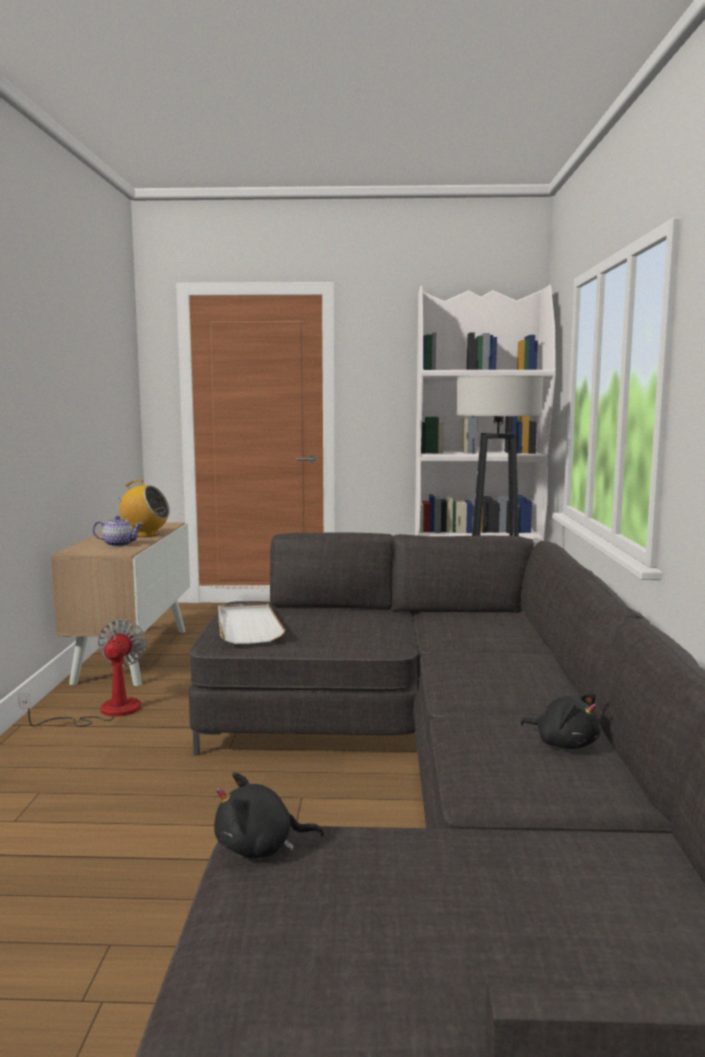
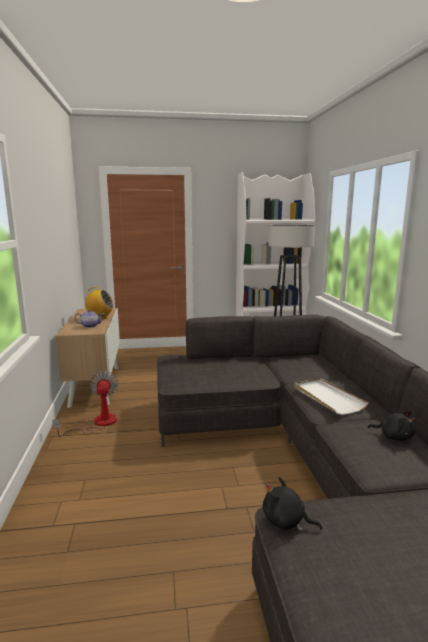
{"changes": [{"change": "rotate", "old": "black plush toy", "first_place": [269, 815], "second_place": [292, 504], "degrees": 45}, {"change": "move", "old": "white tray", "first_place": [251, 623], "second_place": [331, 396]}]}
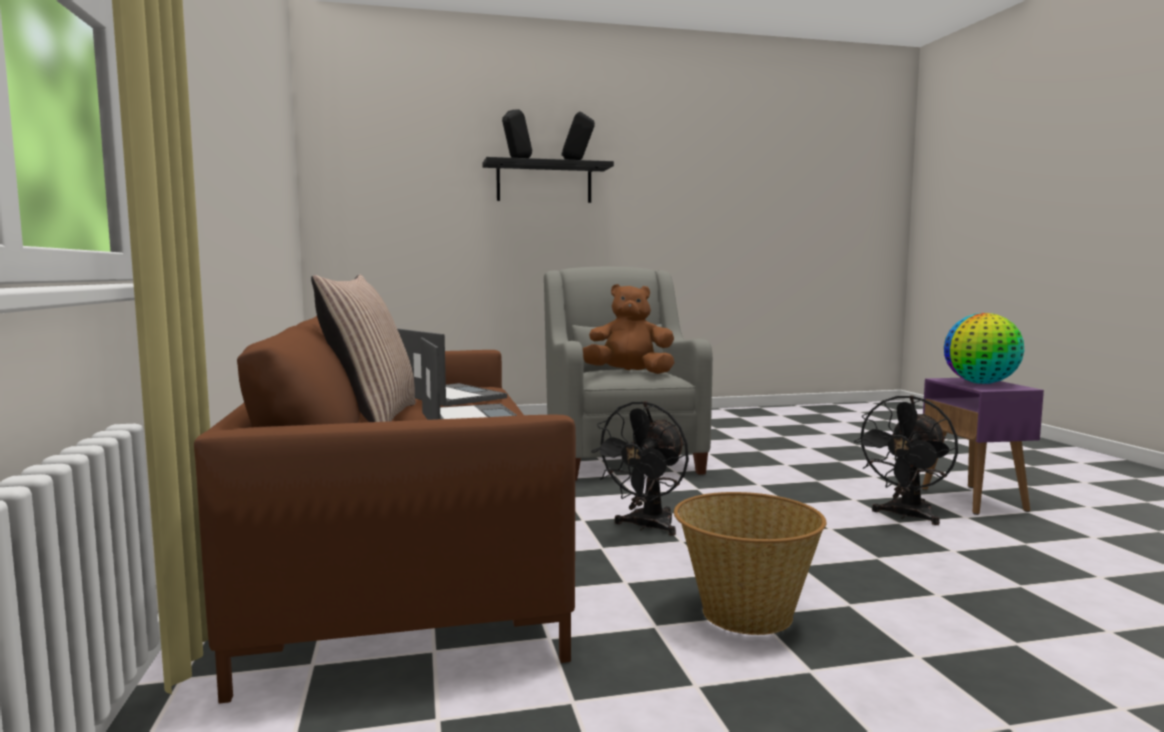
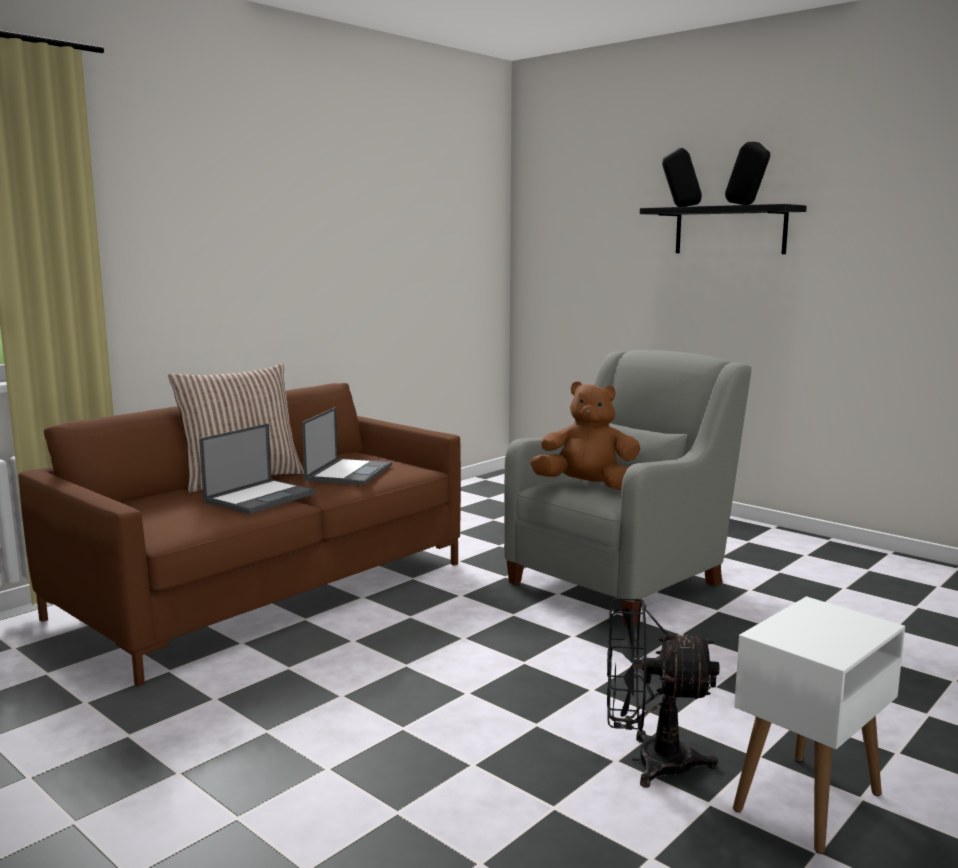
{"changes": [{"change": "rotate", "old": "brown plush toy", "first_place": [629, 329], "second_place": [585, 435], "degrees": -45}, {"change": "recolor", "old": "purple side table", "new": "white side table", "first_place": [983, 446], "second_place": [819, 725]}, {"change": "delete", "old": "black fan", "first_place": [640, 468]}, {"change": "delete", "old": "basket", "first_place": [750, 563]}, {"change": "delete", "old": "globe", "first_place": [984, 348]}]}
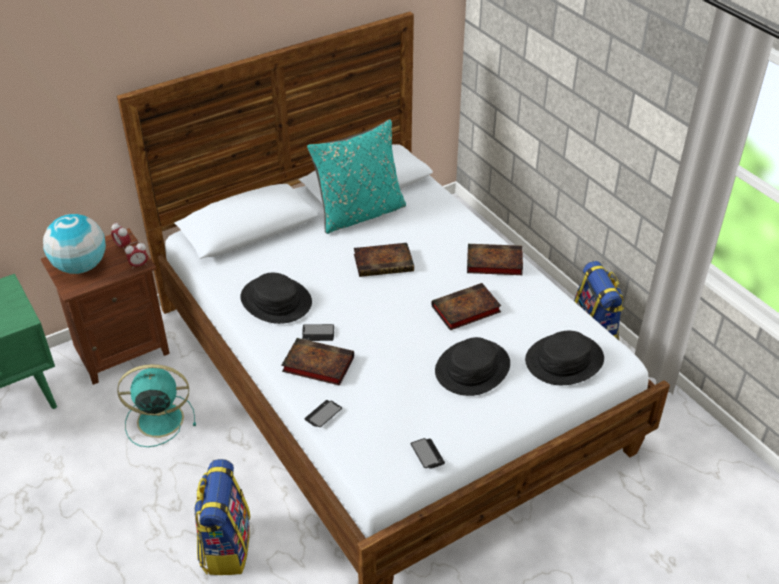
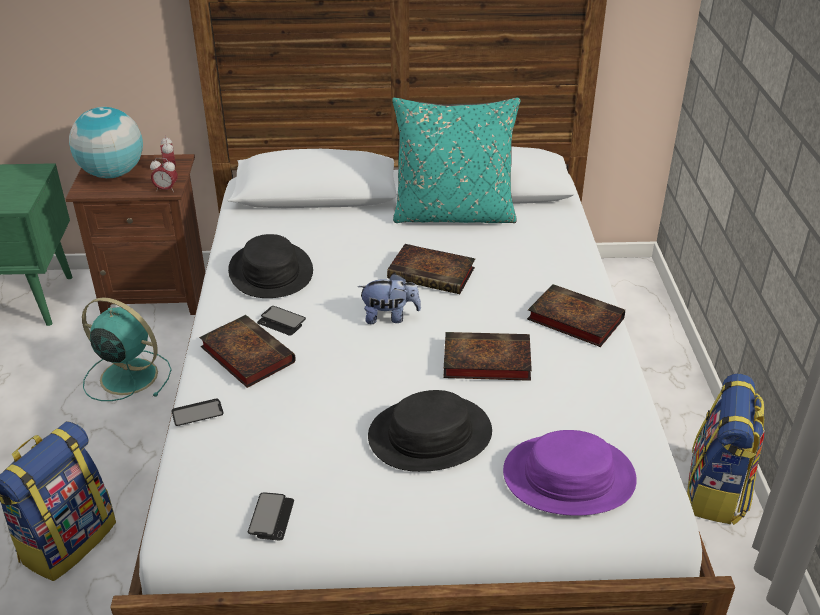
{"changes": [{"change": "insert", "new": "plush toy", "second_place": [389, 298]}, {"change": "recolor", "old": "black hat", "new": "purple hat", "first_place": [564, 358], "second_place": [570, 473]}]}
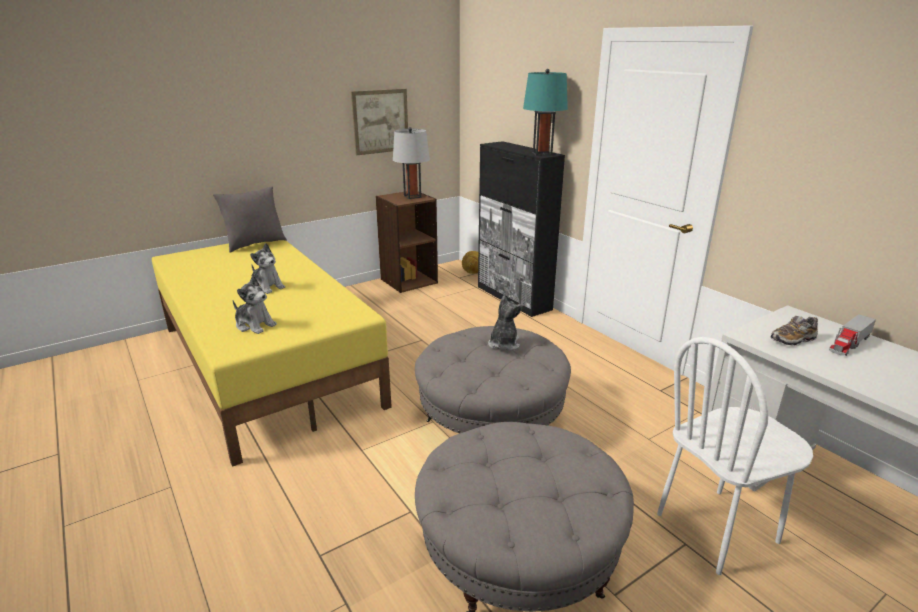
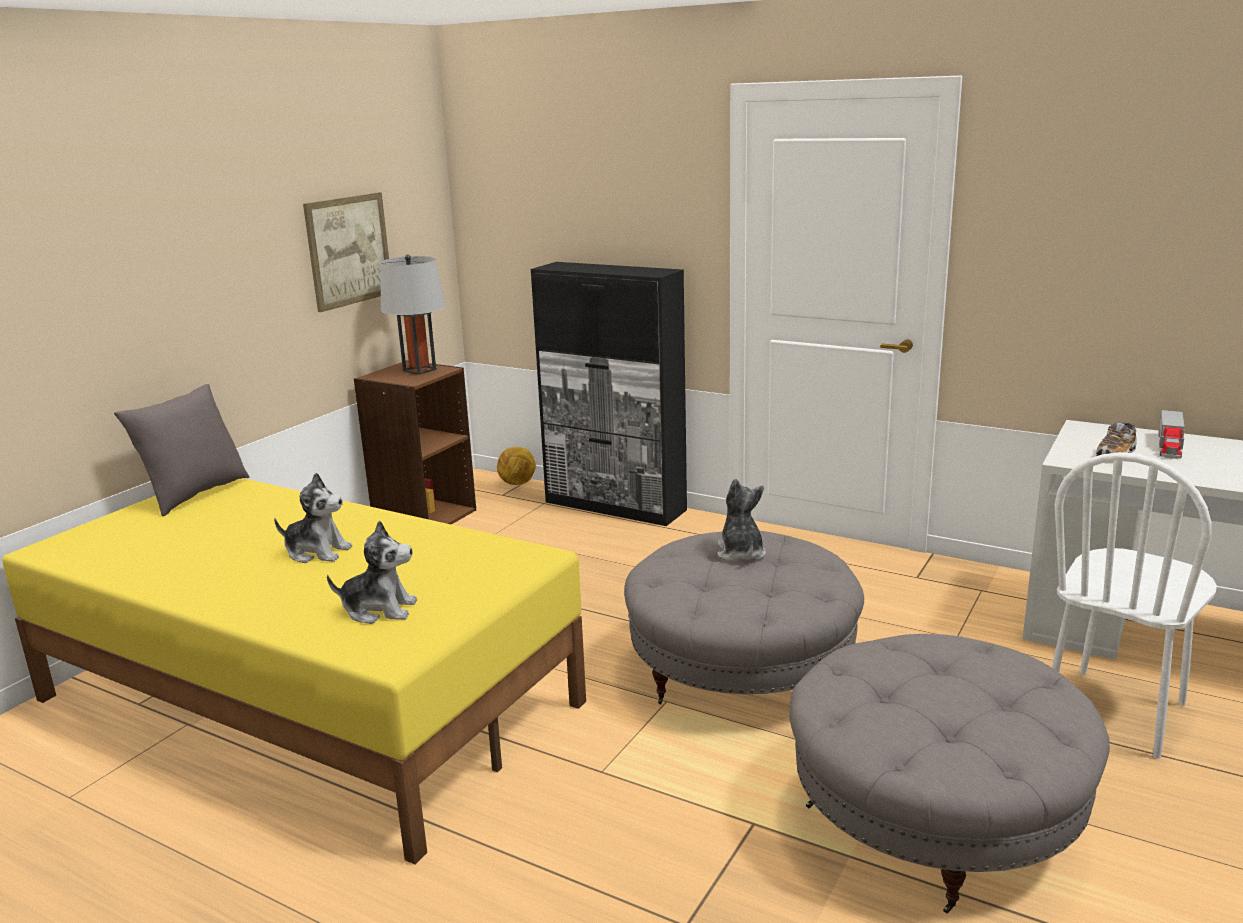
{"changes": [{"change": "delete", "old": "turquoise table lamp", "first_place": [545, 112]}]}
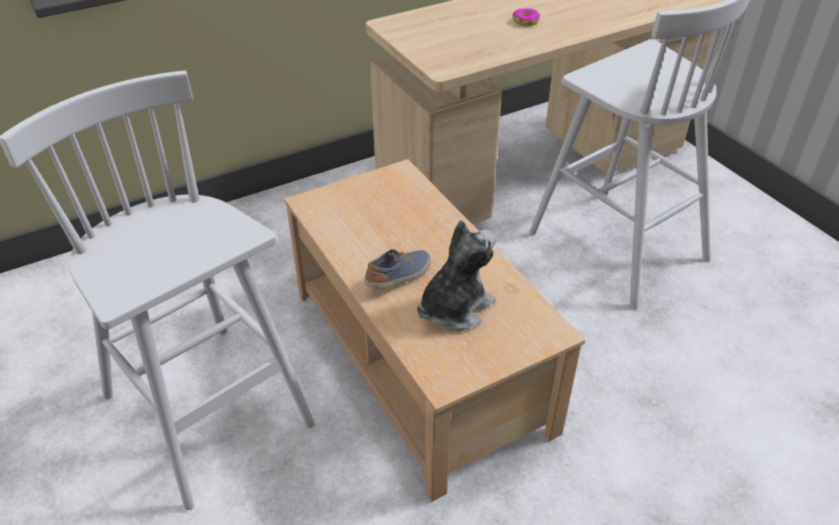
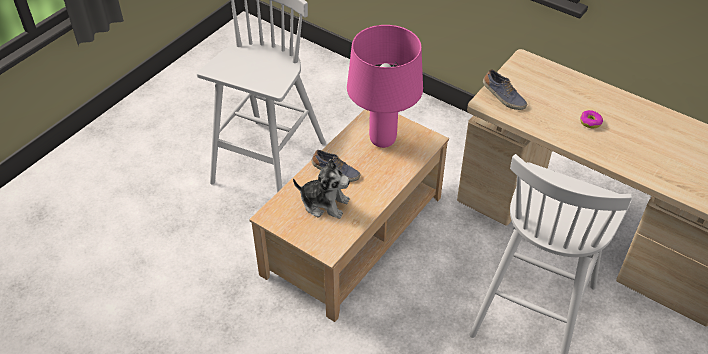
{"changes": [{"change": "insert", "new": "pink table lamp", "second_place": [385, 86]}, {"change": "insert", "new": "shoe", "second_place": [505, 89]}]}
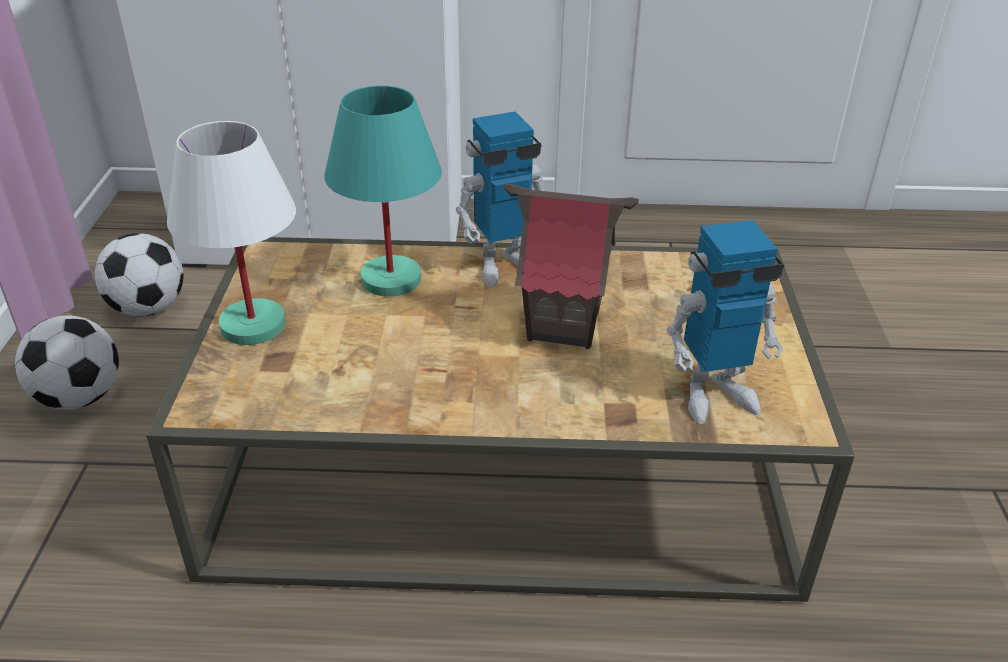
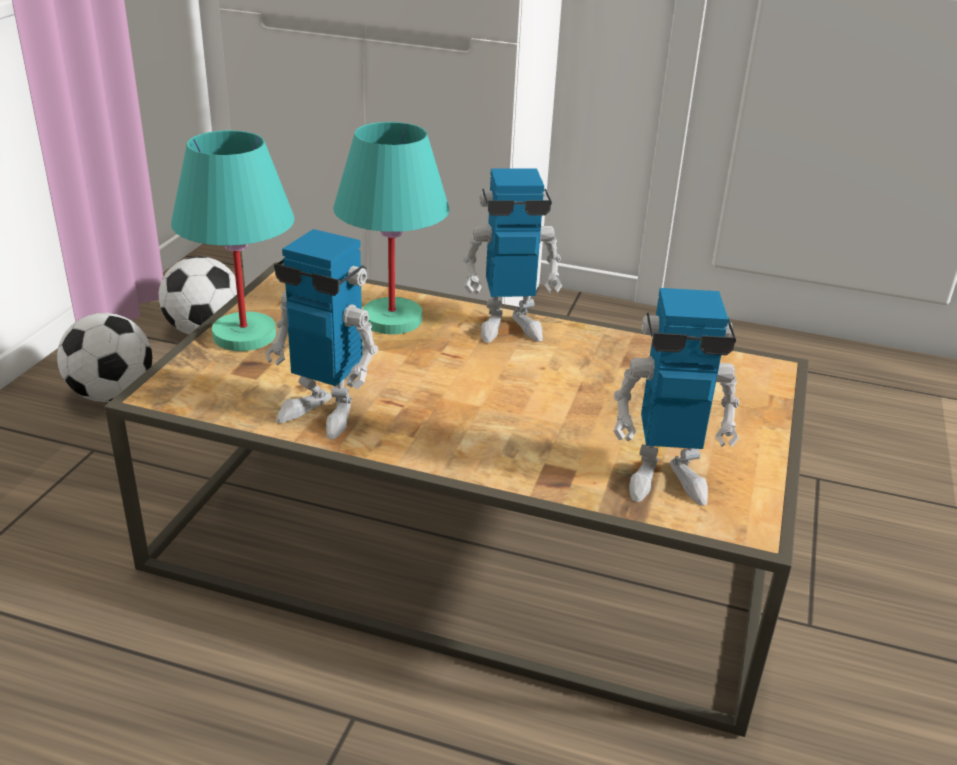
{"changes": [{"change": "recolor", "old": "white table lamp", "new": "turquoise table lamp", "first_place": [231, 233], "second_place": [233, 240]}, {"change": "insert", "new": "toy robot", "second_place": [321, 334]}, {"change": "delete", "old": "toy house", "first_place": [571, 266]}]}
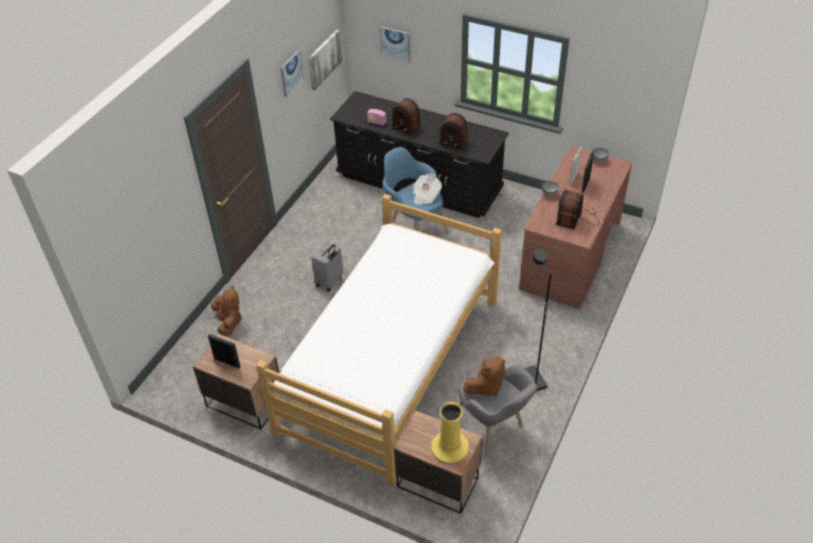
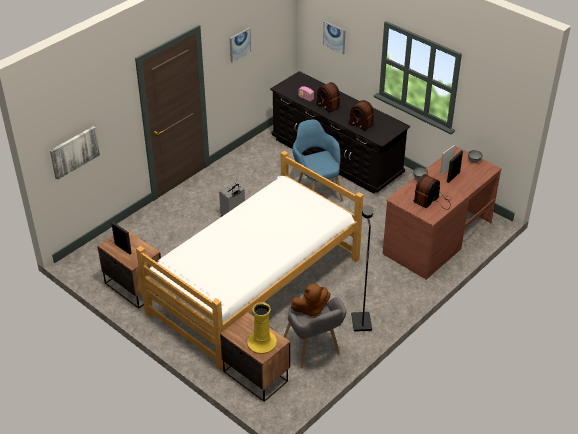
{"changes": [{"change": "move", "old": "picture", "first_place": [325, 59], "second_place": [75, 153]}, {"change": "delete", "old": "brown plush toy", "first_place": [226, 311]}, {"change": "delete", "old": "newspaper", "first_place": [427, 188]}]}
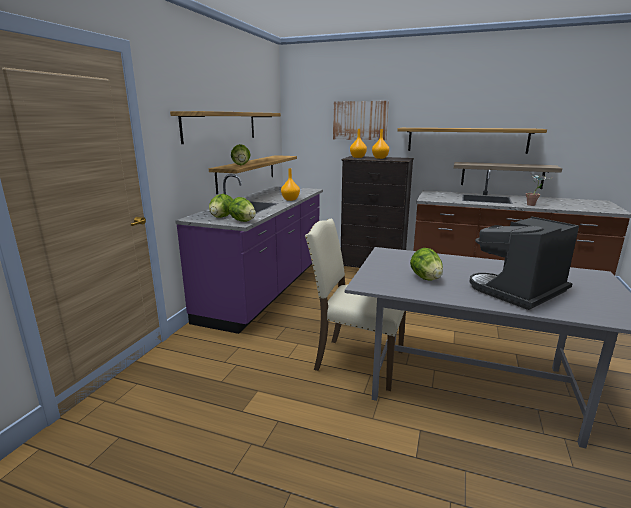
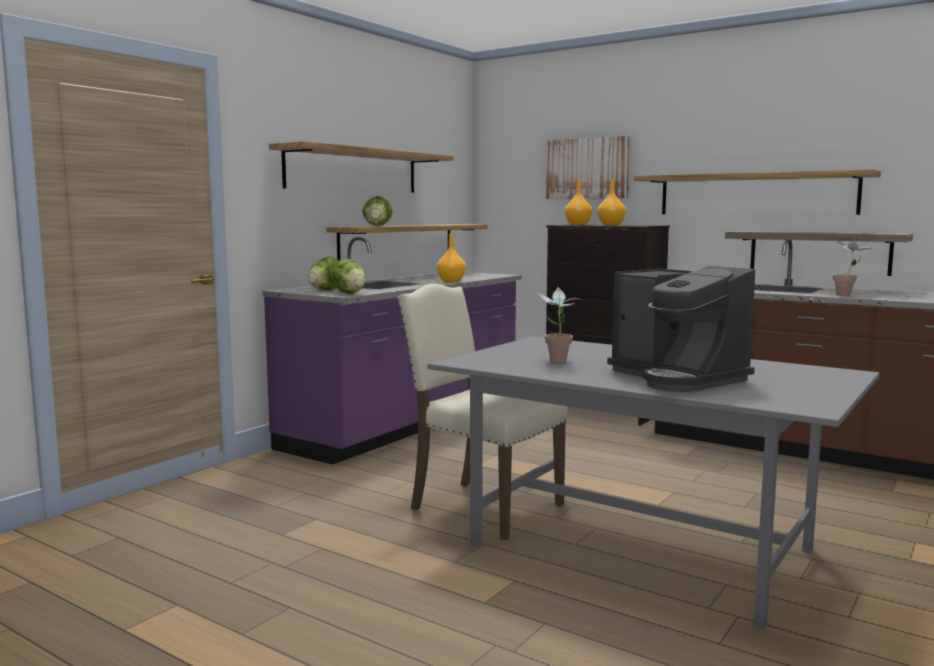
{"changes": [{"change": "replace", "old": "lettuce", "new": "potted plant", "first_place": [426, 264], "second_place": [559, 324]}, {"change": "rotate", "old": "coffee machine", "first_place": [524, 263], "second_place": [681, 329], "degrees": -105}]}
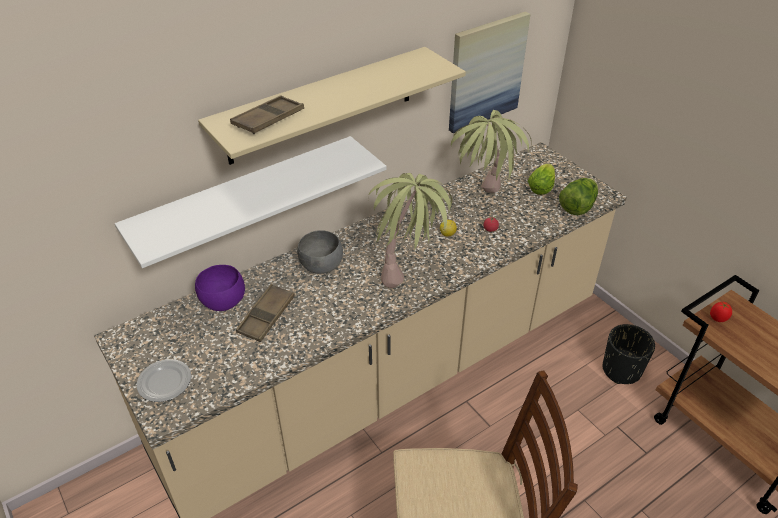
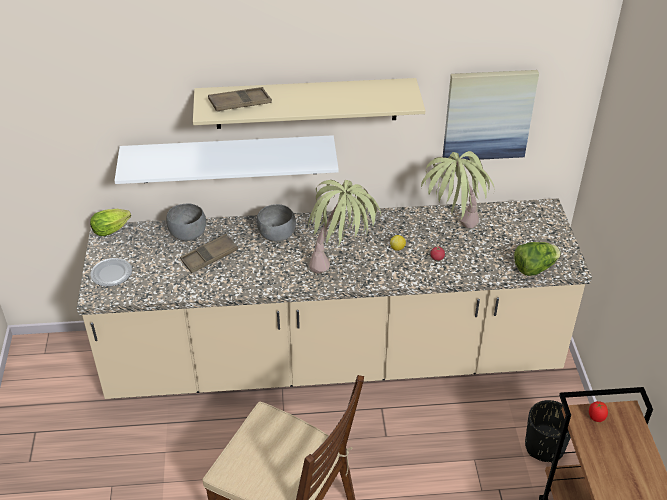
{"changes": [{"change": "move", "old": "lettuce", "first_place": [541, 179], "second_place": [110, 222]}, {"change": "recolor", "old": "purple bowl", "new": "grey bowl", "first_place": [220, 288], "second_place": [186, 222]}]}
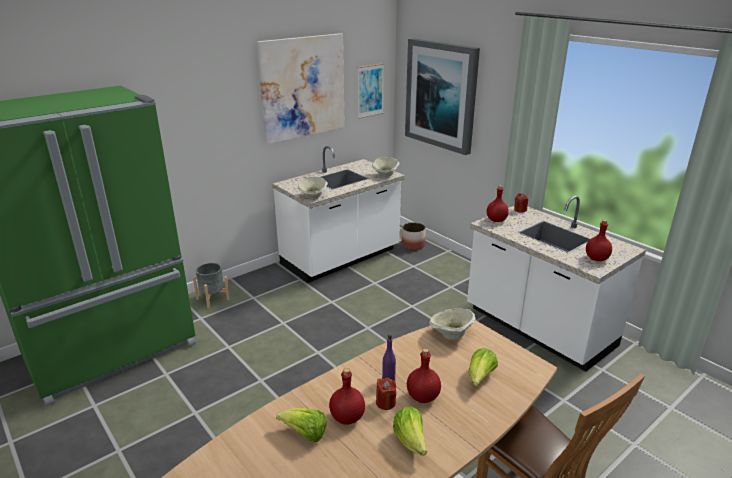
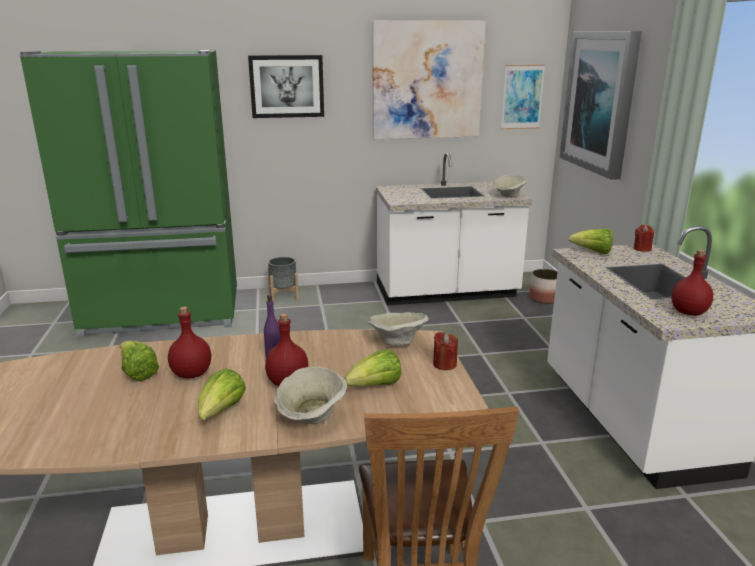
{"changes": [{"change": "insert", "new": "picture", "second_place": [286, 86]}, {"change": "move", "old": "beige bowl", "first_place": [313, 188], "second_place": [310, 395]}, {"change": "move", "old": "red candle", "first_place": [386, 394], "second_place": [445, 351]}, {"change": "replace", "old": "red bottle", "new": "lettuce", "first_place": [498, 203], "second_place": [590, 241]}]}
